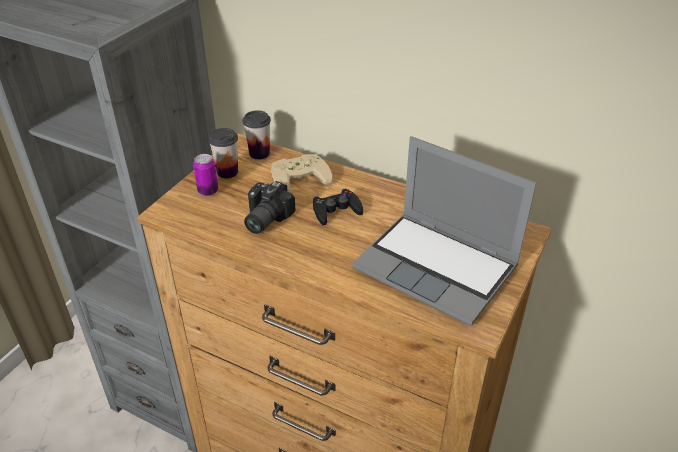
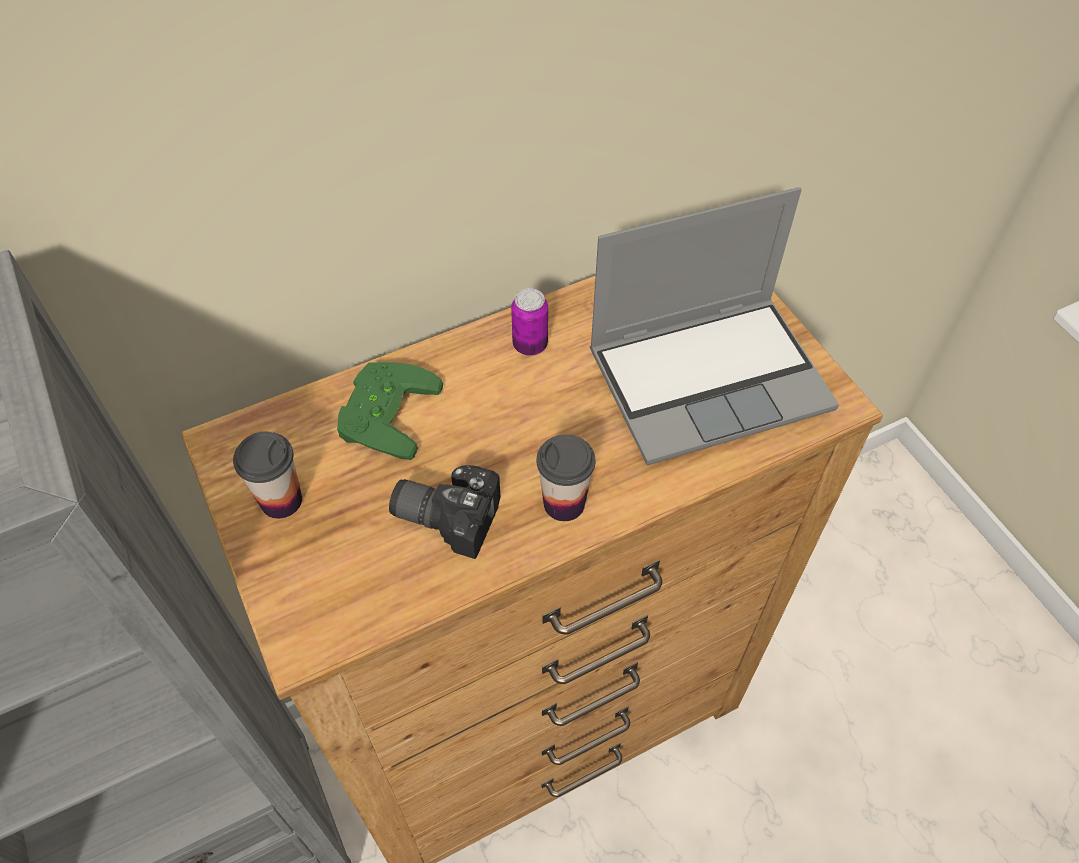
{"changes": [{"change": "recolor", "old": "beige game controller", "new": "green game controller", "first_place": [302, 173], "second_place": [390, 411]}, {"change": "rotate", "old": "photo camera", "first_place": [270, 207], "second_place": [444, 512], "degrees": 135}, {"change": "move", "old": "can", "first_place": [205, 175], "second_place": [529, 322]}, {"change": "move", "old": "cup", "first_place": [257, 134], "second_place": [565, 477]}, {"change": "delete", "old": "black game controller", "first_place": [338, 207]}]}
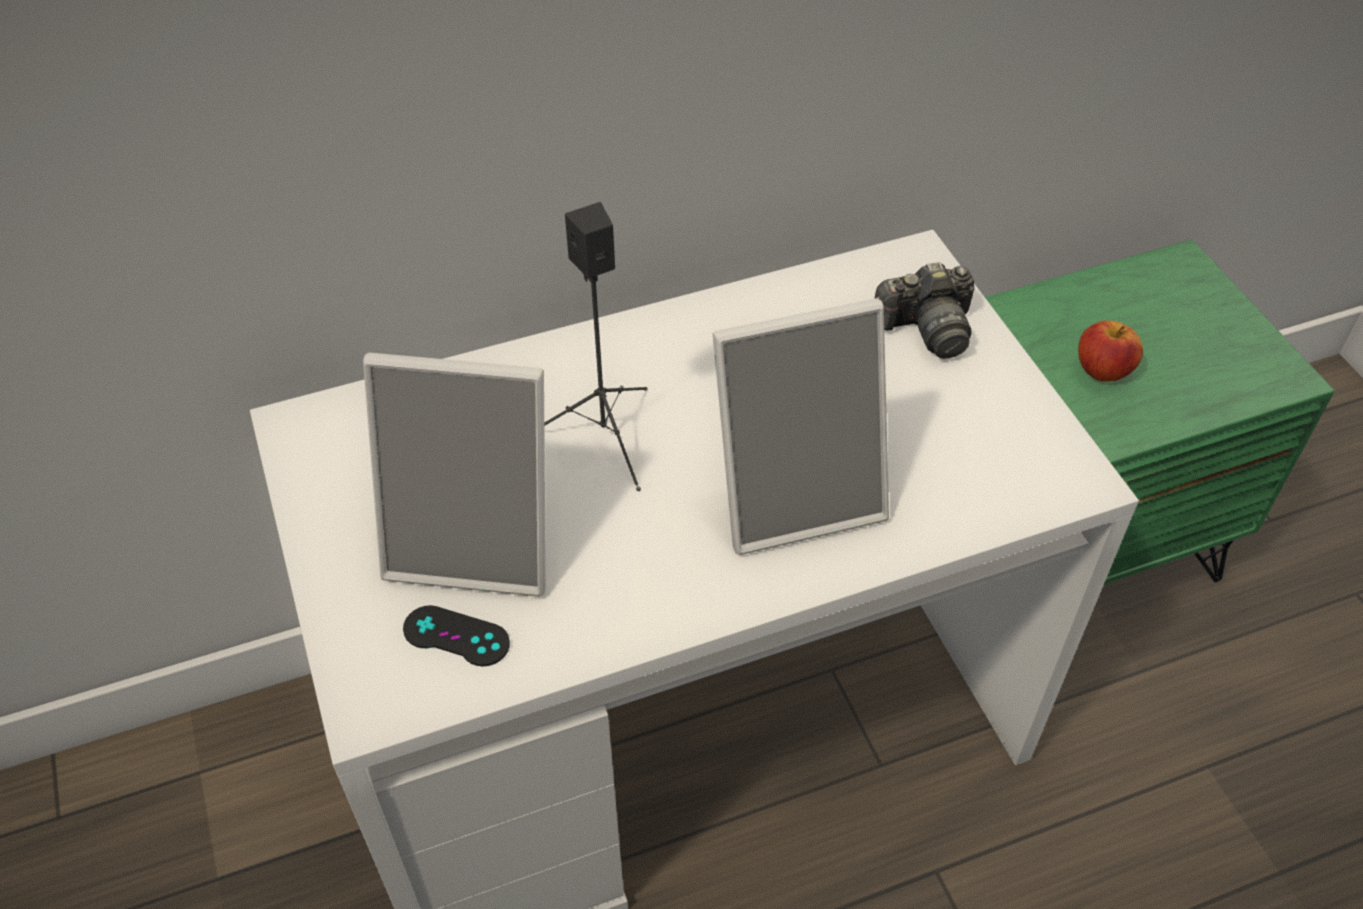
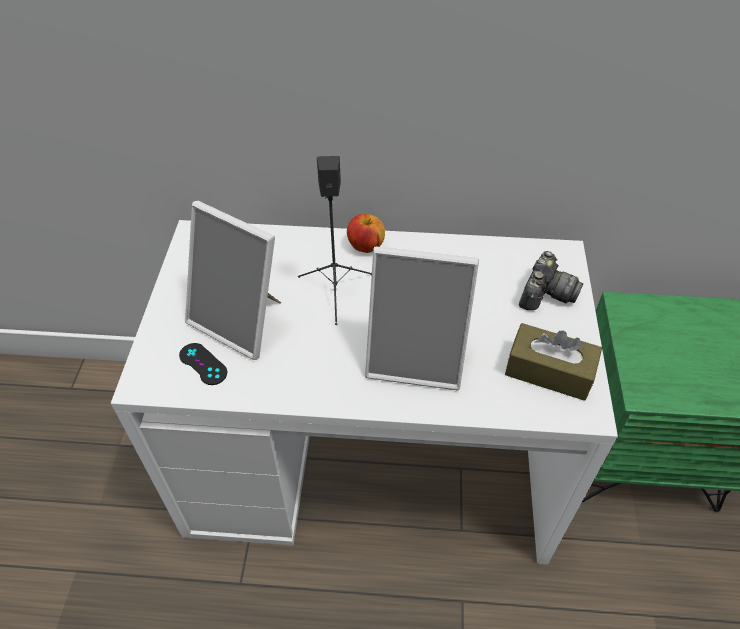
{"changes": [{"change": "move", "old": "apple", "first_place": [1110, 351], "second_place": [366, 233]}, {"change": "insert", "new": "brown tissue box", "second_place": [553, 362]}, {"change": "rotate", "old": "photo camera", "first_place": [924, 310], "second_place": [551, 280], "degrees": -75}]}
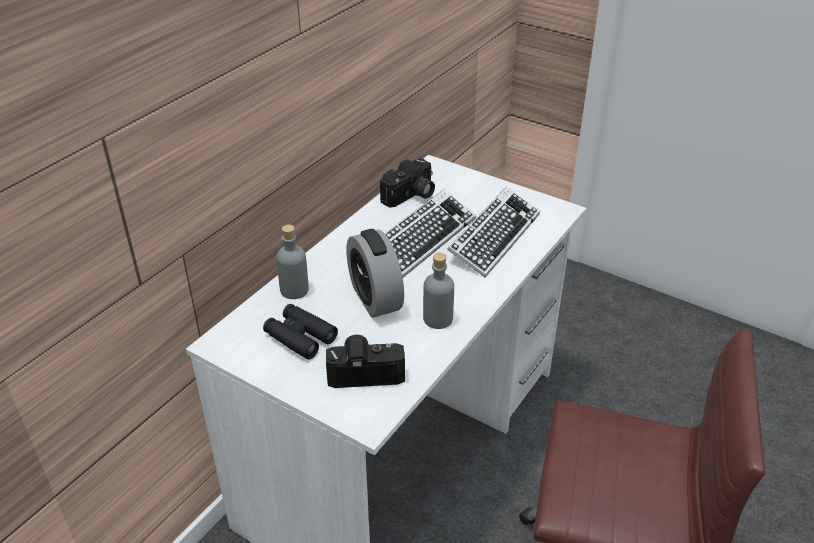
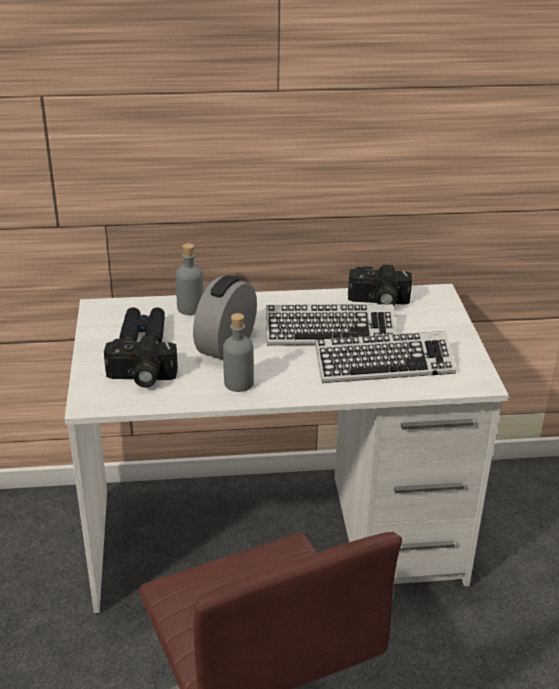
{"changes": [{"change": "rotate", "old": "photo camera", "first_place": [365, 361], "second_place": [141, 362], "degrees": 135}]}
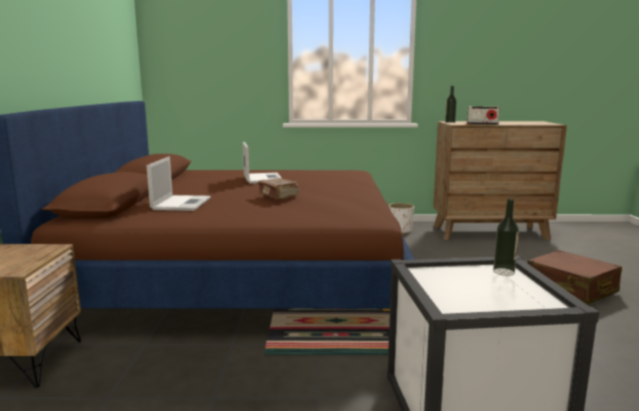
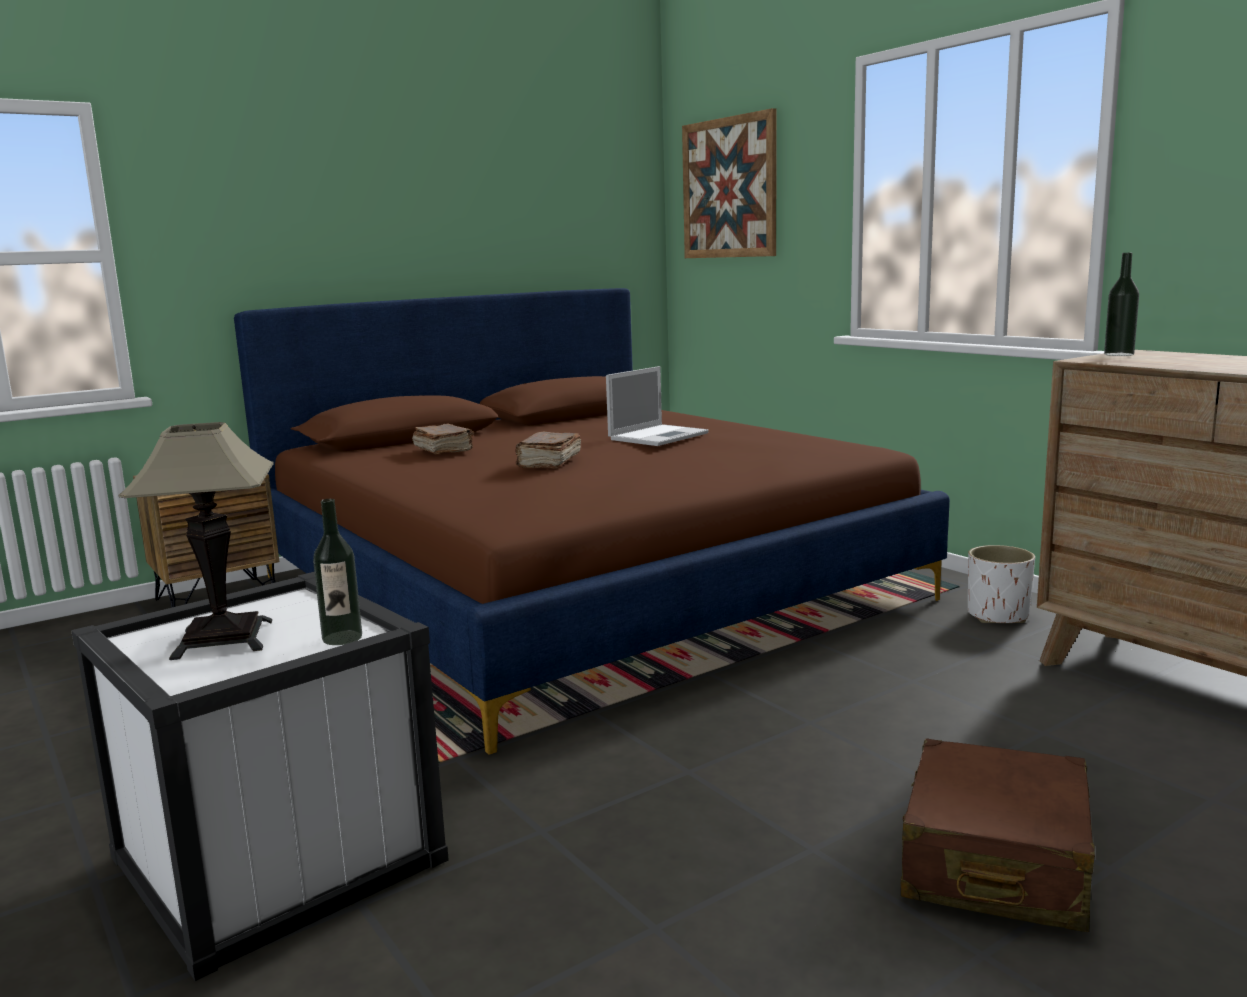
{"changes": [{"change": "insert", "new": "table lamp", "second_place": [196, 541]}, {"change": "replace", "old": "laptop", "new": "brown book", "first_place": [179, 184], "second_place": [443, 439]}, {"change": "insert", "new": "picture", "second_place": [729, 183]}, {"change": "delete", "old": "radio", "first_place": [483, 116]}]}
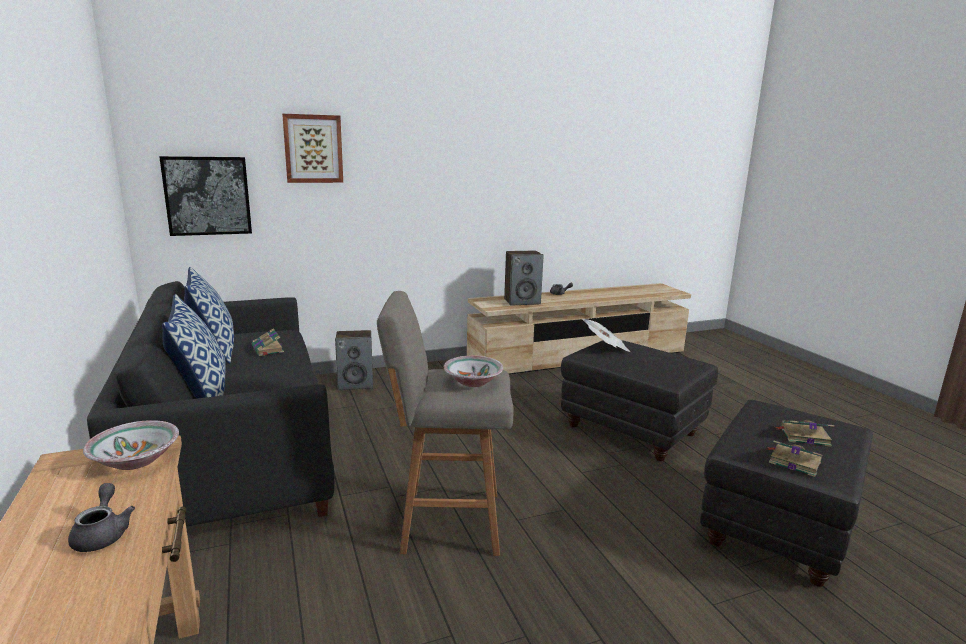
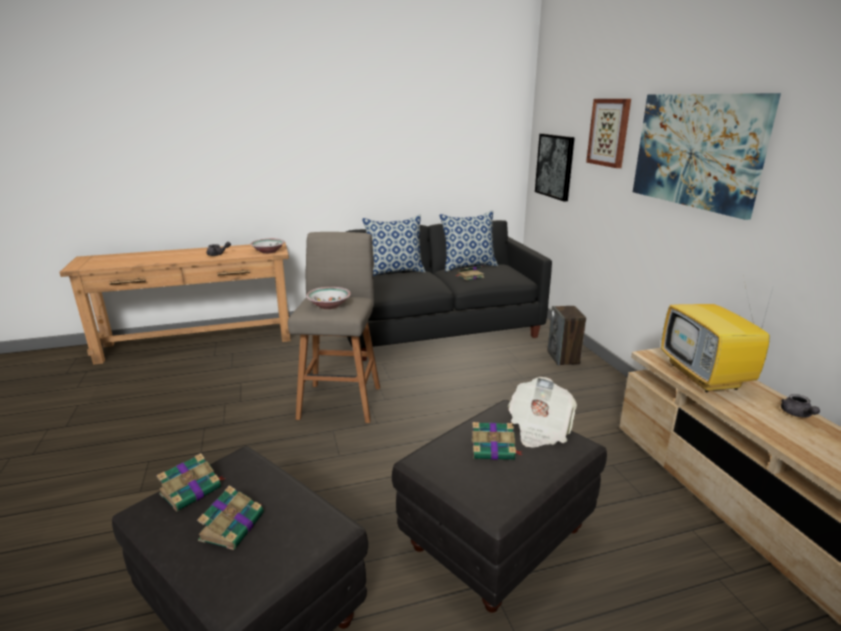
{"changes": [{"change": "insert", "new": "book", "second_place": [497, 441]}, {"change": "insert", "new": "picture", "second_place": [707, 156]}, {"change": "replace", "old": "speaker", "new": "television", "first_place": [524, 278], "second_place": [718, 334]}]}
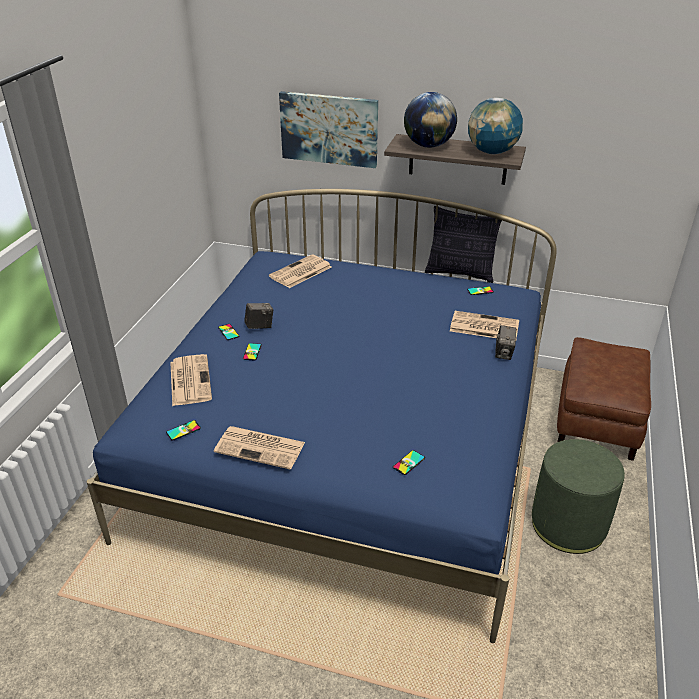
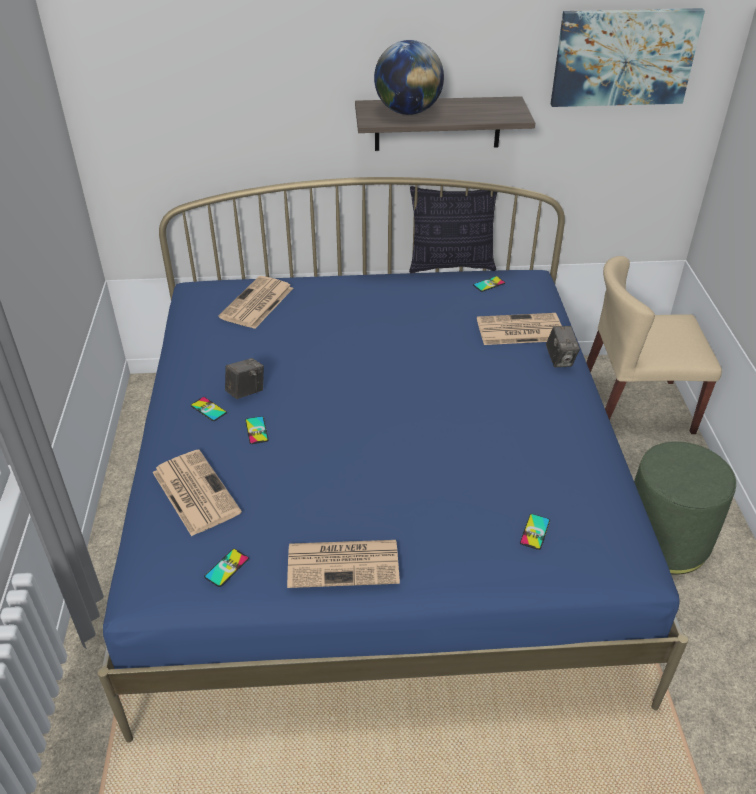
{"changes": [{"change": "move", "old": "picture", "first_place": [328, 129], "second_place": [628, 57]}, {"change": "replace", "old": "brown ottoman", "new": "beige chair", "first_place": [604, 399], "second_place": [654, 345]}, {"change": "delete", "old": "globe", "first_place": [495, 125]}]}
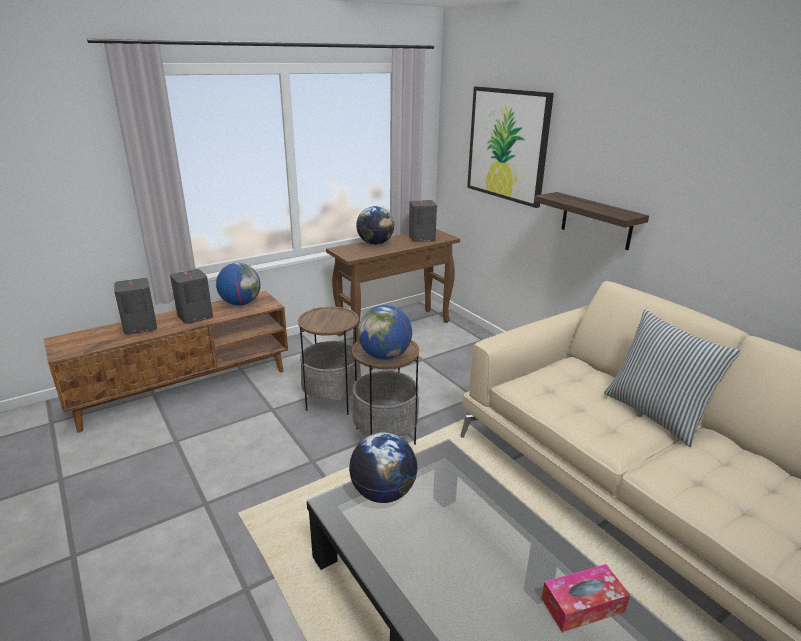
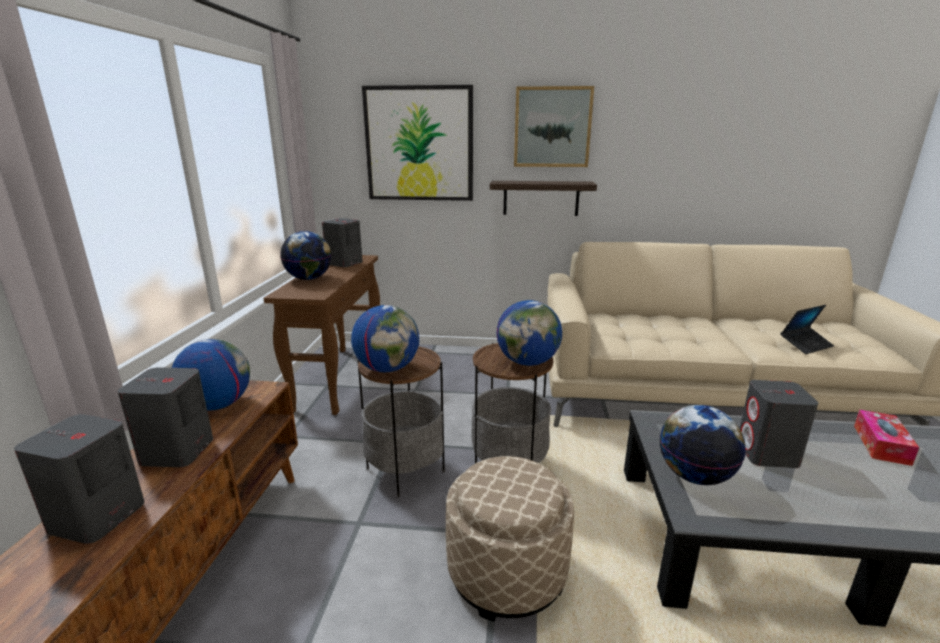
{"changes": [{"change": "insert", "new": "globe", "second_place": [385, 338]}, {"change": "insert", "new": "beige ottoman", "second_place": [510, 539]}, {"change": "insert", "new": "picture", "second_place": [554, 126]}, {"change": "insert", "new": "grey speaker", "second_place": [779, 424]}, {"change": "insert", "new": "laptop", "second_place": [807, 329]}, {"change": "delete", "old": "pillow", "first_place": [673, 378]}]}
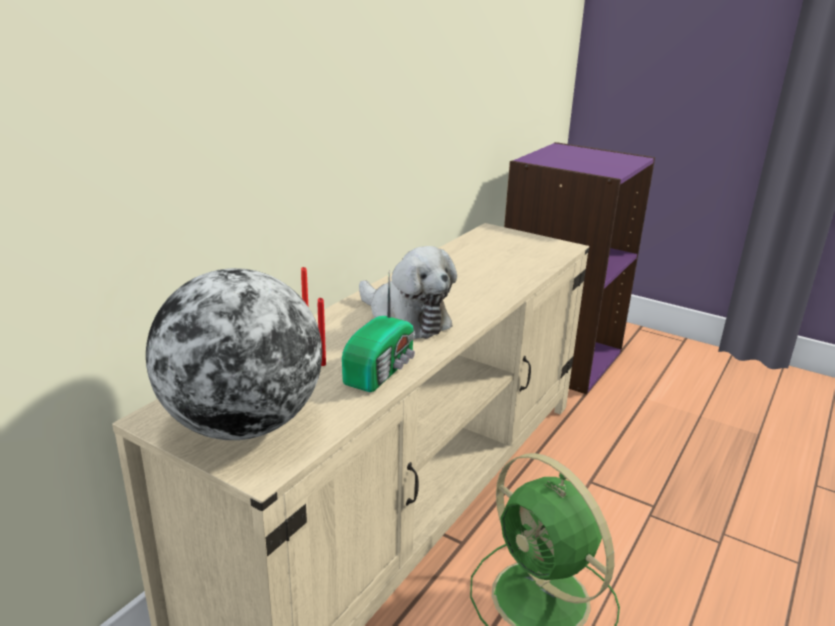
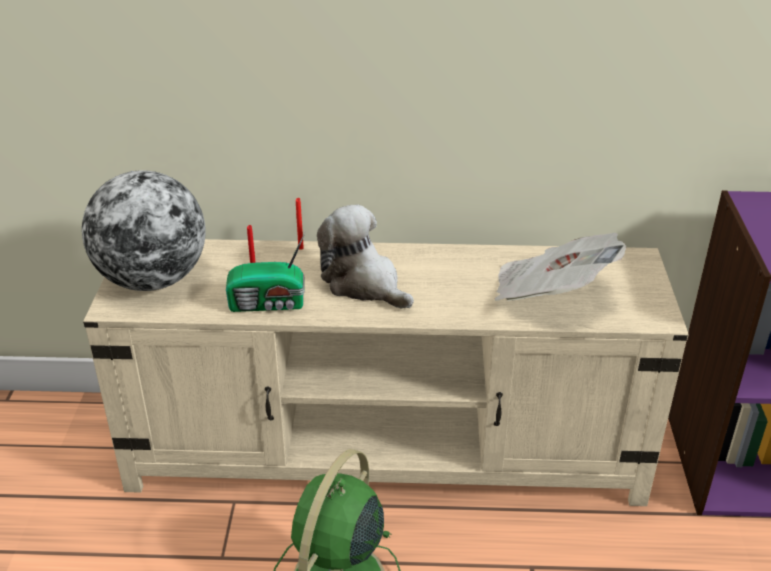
{"changes": [{"change": "rotate", "old": "plush toy", "first_place": [408, 292], "second_place": [365, 256], "degrees": 120}, {"change": "insert", "new": "newspaper", "second_place": [560, 267]}]}
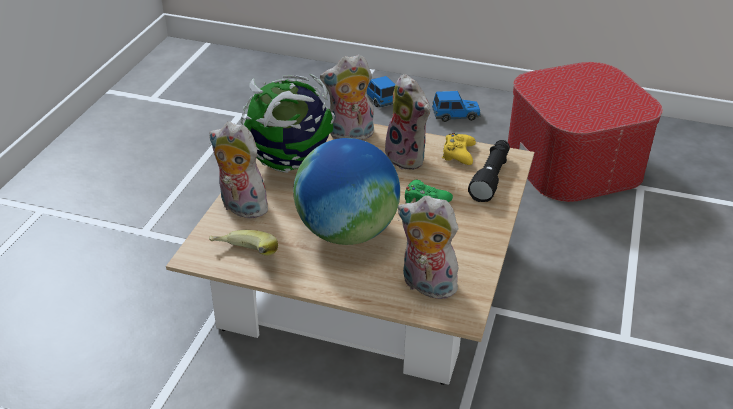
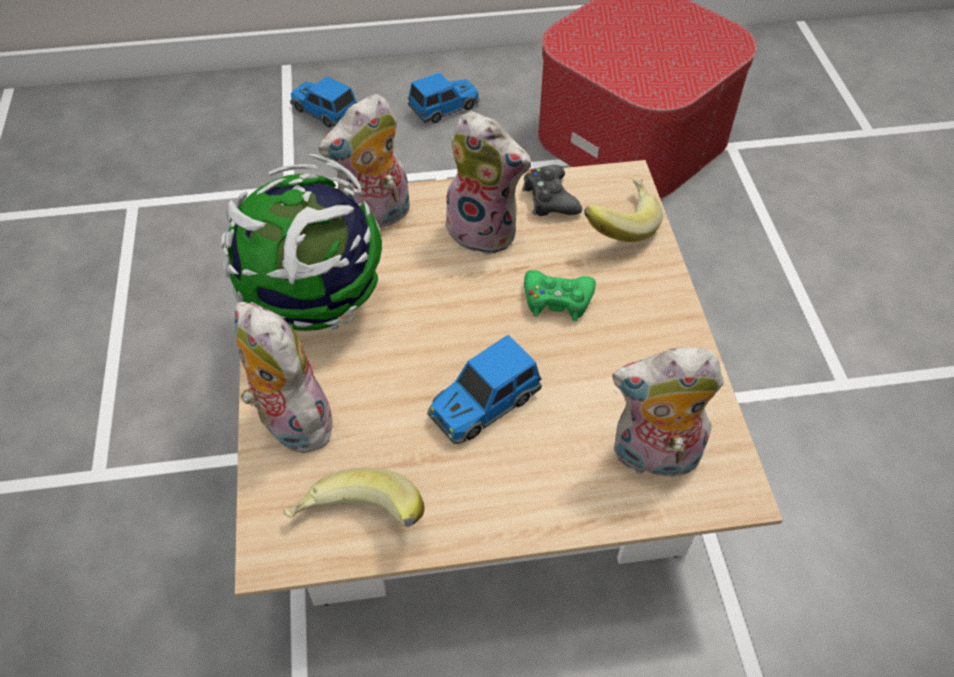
{"changes": [{"change": "rotate", "old": "plush toy", "first_place": [238, 170], "second_place": [286, 377], "degrees": 45}, {"change": "replace", "old": "globe", "new": "toy car", "first_place": [346, 191], "second_place": [484, 389]}, {"change": "recolor", "old": "yellow game controller", "new": "black game controller", "first_place": [459, 149], "second_place": [552, 190]}, {"change": "replace", "old": "black flashlight", "new": "banana", "first_place": [489, 171], "second_place": [623, 210]}]}
